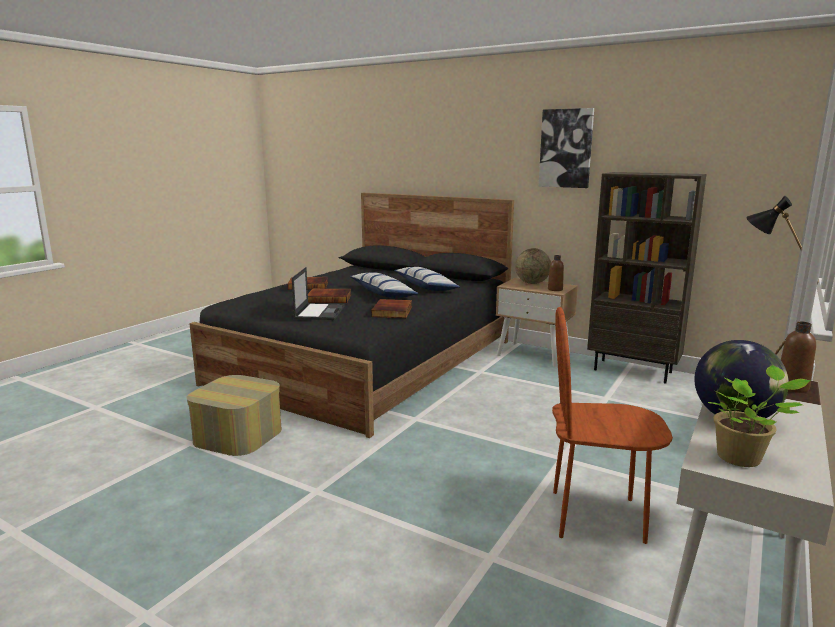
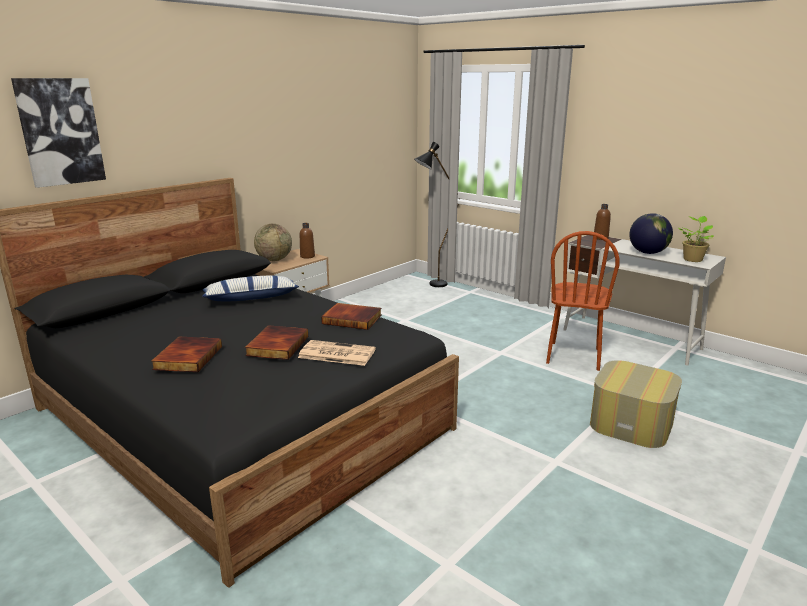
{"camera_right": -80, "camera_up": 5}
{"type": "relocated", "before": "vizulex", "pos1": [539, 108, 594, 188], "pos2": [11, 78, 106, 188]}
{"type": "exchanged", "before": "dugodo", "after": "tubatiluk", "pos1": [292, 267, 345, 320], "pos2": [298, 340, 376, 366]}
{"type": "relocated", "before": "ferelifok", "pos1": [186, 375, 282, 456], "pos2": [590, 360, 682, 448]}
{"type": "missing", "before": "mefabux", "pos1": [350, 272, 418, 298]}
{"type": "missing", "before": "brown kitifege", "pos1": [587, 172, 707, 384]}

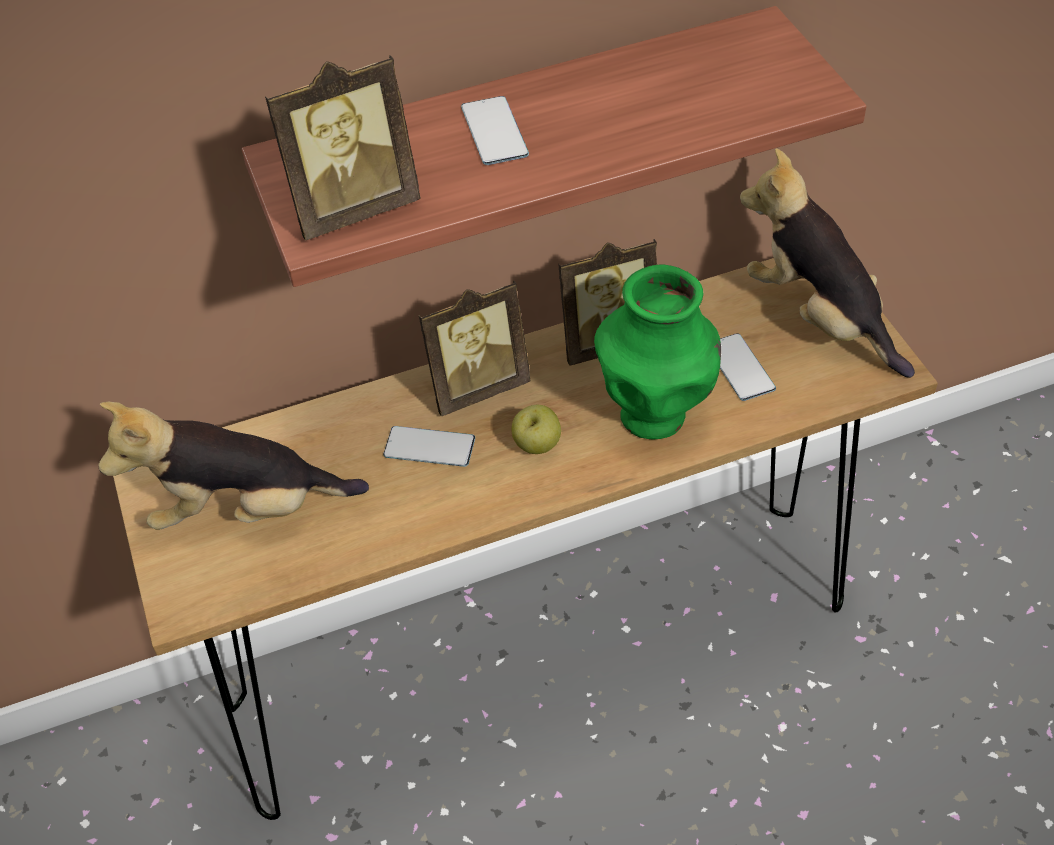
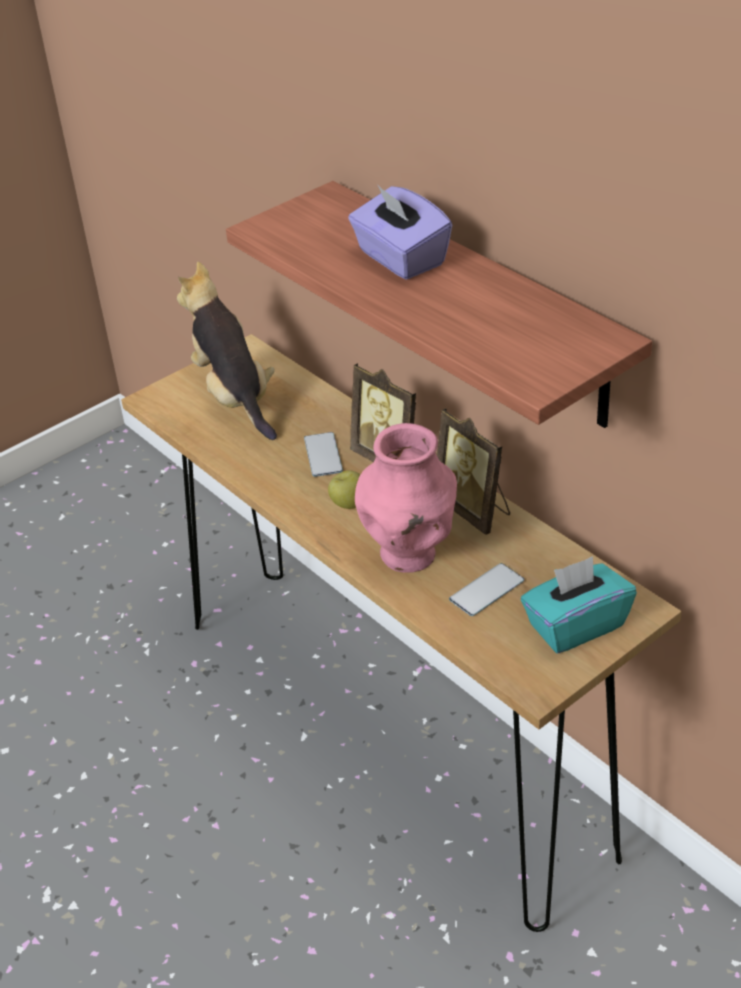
{"camera_right": 70, "camera_up": -10}
{"type": "exchanged", "before": "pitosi", "after": "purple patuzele", "pos1": [461, 96, 529, 165], "pos2": [348, 186, 452, 280]}
{"type": "colour", "before": "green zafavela", "after": "pink zafavela", "pos1": [594, 264, 721, 439], "pos2": [355, 423, 457, 573]}
{"type": "exchanged", "before": "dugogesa", "after": "turquoise patuzele", "pos1": [740, 148, 915, 378], "pos2": [521, 556, 637, 653]}
{"type": "missing", "before": "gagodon", "pos1": [265, 56, 421, 241]}

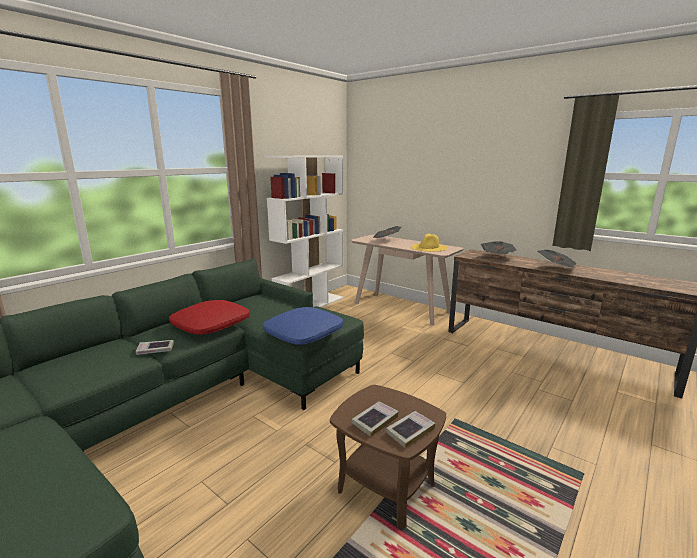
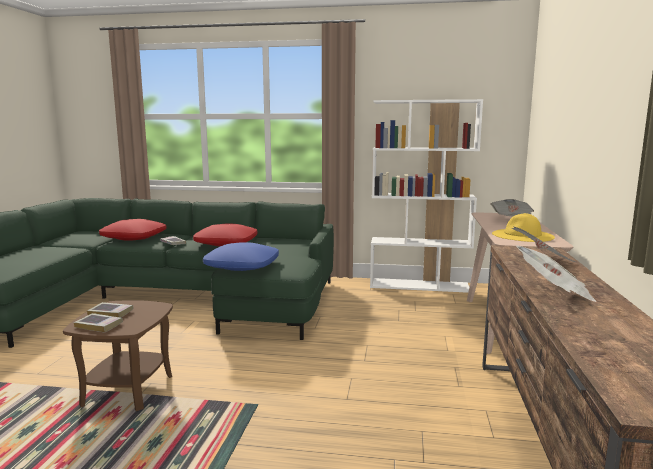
{"camera_right": 60, "camera_up": -5}
{"type": "appeared", "after": "red mefabux", "pos2": [99, 219, 167, 241]}

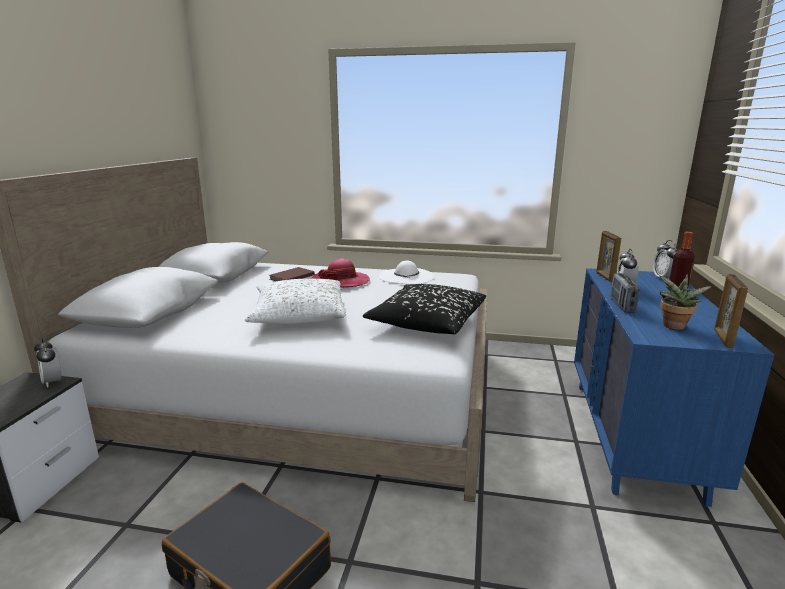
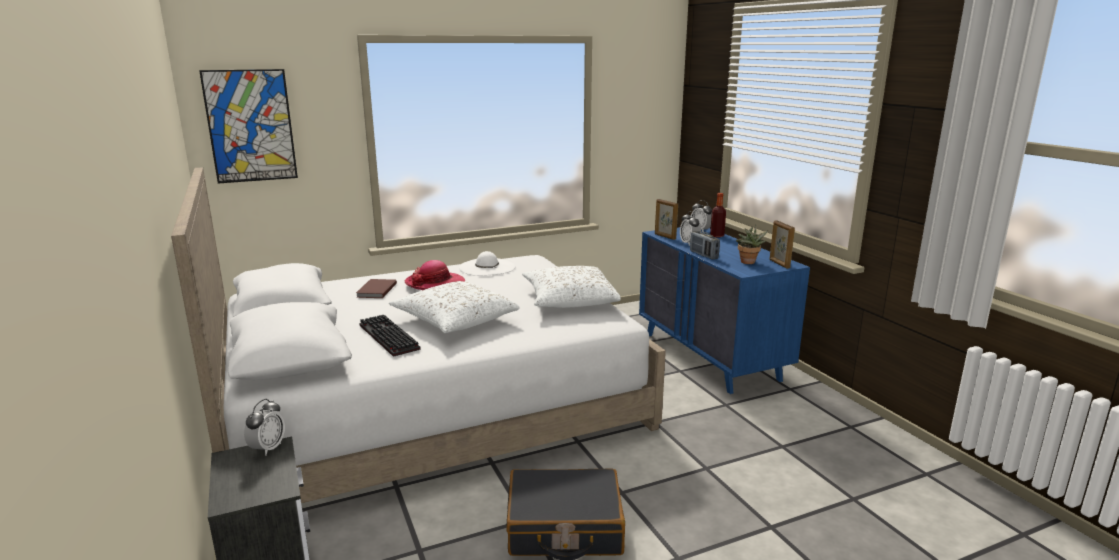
{"camera_right": -35, "camera_up": 0}
{"type": "appeared", "after": "vizulex", "pos2": [199, 69, 298, 184]}
{"type": "spun", "before": "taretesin", "pos1": [34, 338, 61, 388], "pos2": [244, 399, 285, 456], "turn": -90}
{"type": "appeared", "after": "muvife", "pos2": [359, 315, 421, 357]}
{"type": "colour", "before": "black mefabux", "after": "white mefabux", "pos1": [363, 284, 486, 334], "pos2": [522, 266, 621, 308]}

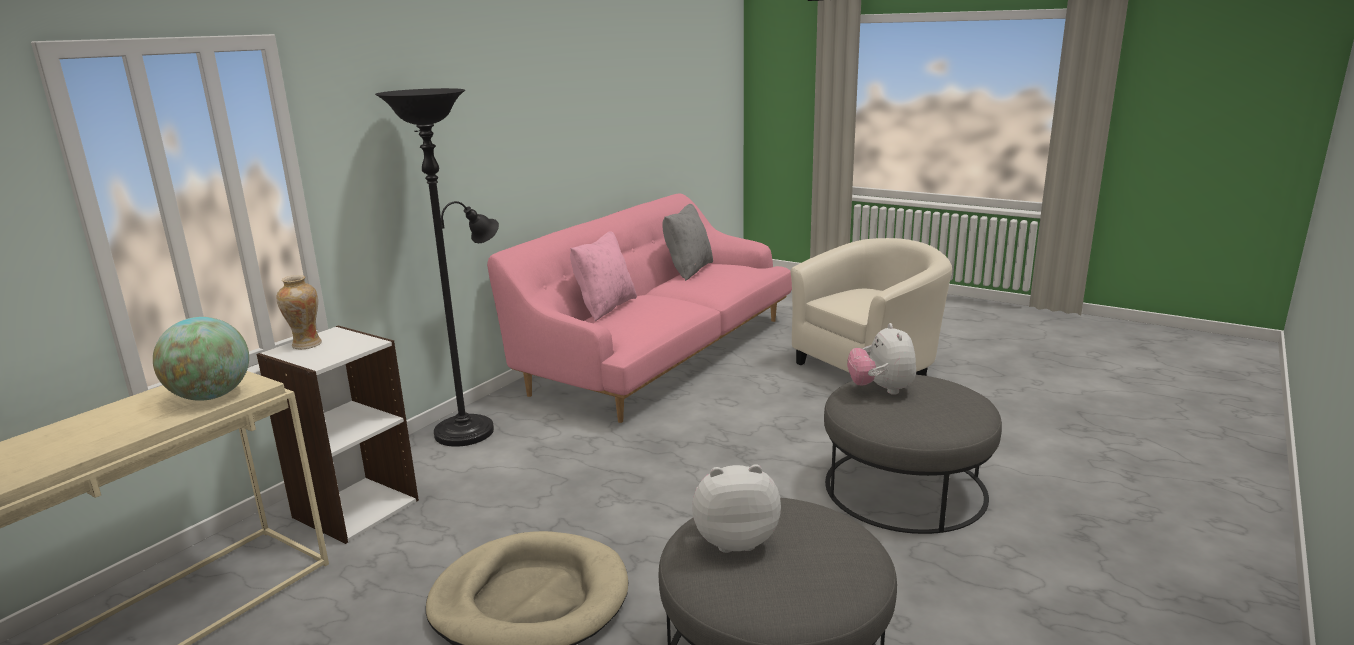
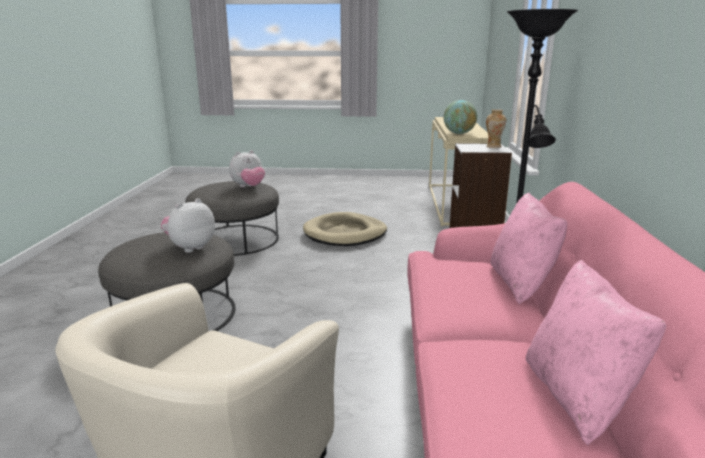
{"camera_right": 150, "camera_up": 0}
{"type": "spun", "before": "dugogesa", "pos1": [847, 323, 916, 395], "pos2": [161, 198, 215, 253], "turn": -105}
{"type": "colour", "before": "grey mefabux", "after": "pink mefabux", "pos1": [662, 204, 713, 281], "pos2": [526, 260, 666, 445]}

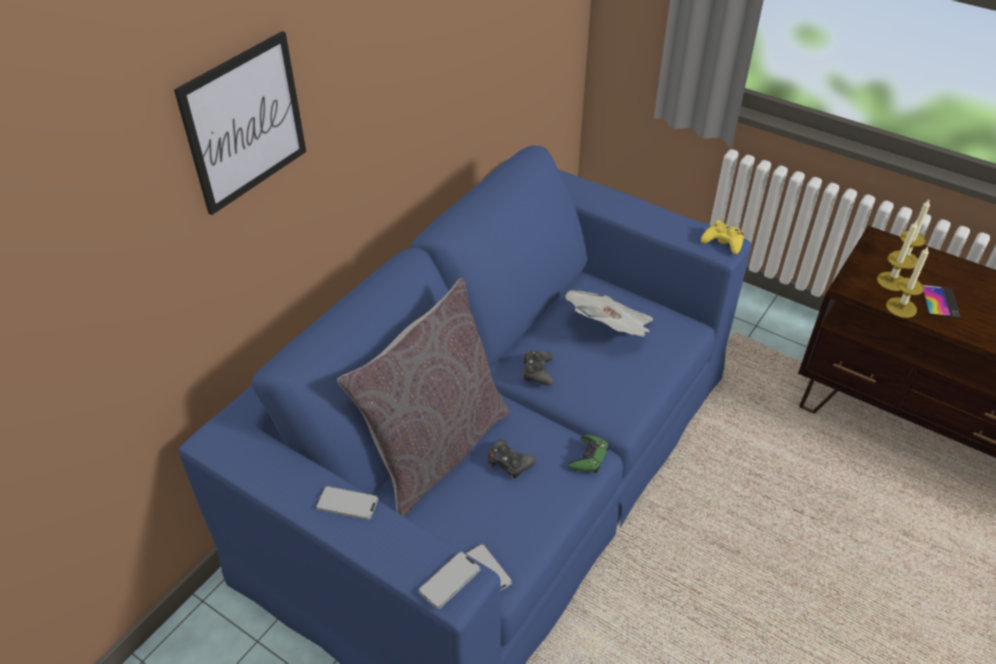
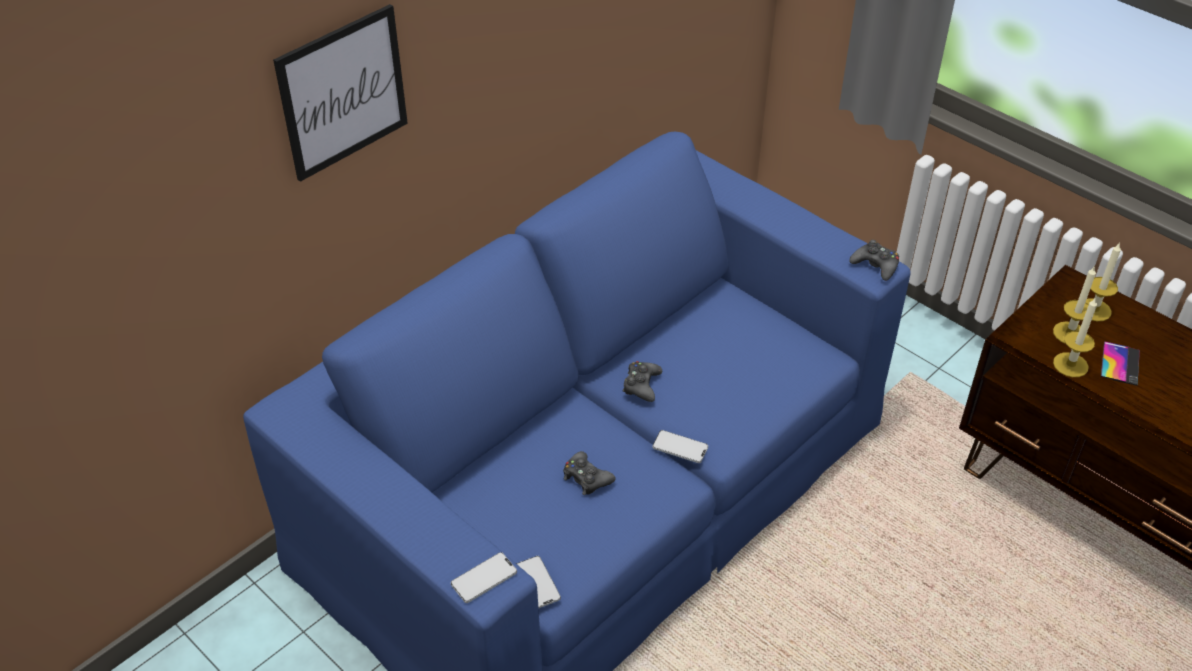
{"camera_right": 10, "camera_up": 0}
{"type": "relocated", "before": "pitosi", "pos1": [316, 486, 378, 520], "pos2": [652, 430, 708, 463]}
{"type": "colour", "before": "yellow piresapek", "after": "black piresapek", "pos1": [701, 220, 744, 254], "pos2": [849, 240, 899, 281]}
{"type": "missing", "before": "grey mefabux", "pos1": [337, 278, 510, 517]}
{"type": "missing", "before": "tubatiluk", "pos1": [565, 290, 653, 337]}
{"type": "missing", "before": "green piresapek", "pos1": [569, 435, 609, 473]}

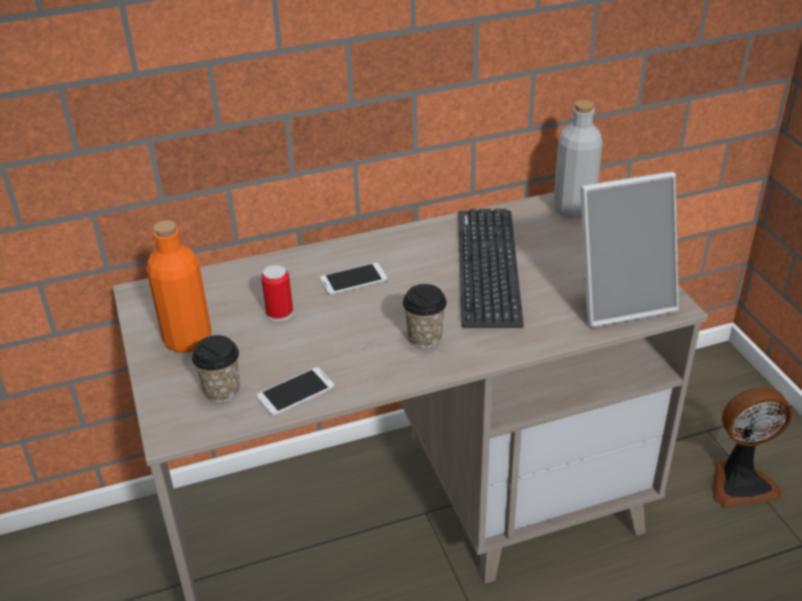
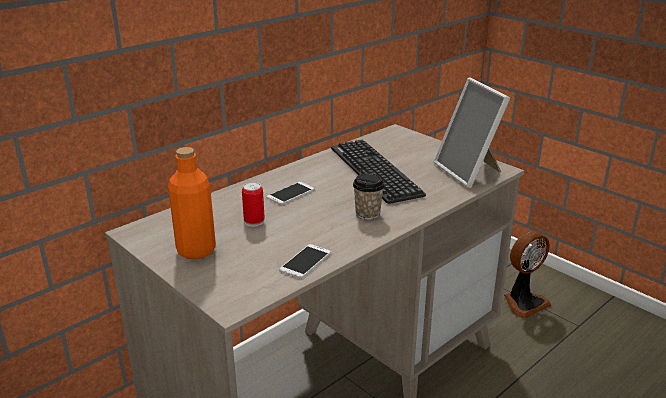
{"camera_right": -25, "camera_up": -10}
{"type": "spun", "before": "gagodon", "pos1": [580, 172, 679, 327], "pos2": [434, 78, 510, 188], "turn": 105}
{"type": "missing", "before": "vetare", "pos1": [192, 335, 240, 403]}
{"type": "missing", "before": "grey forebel", "pos1": [553, 100, 603, 218]}

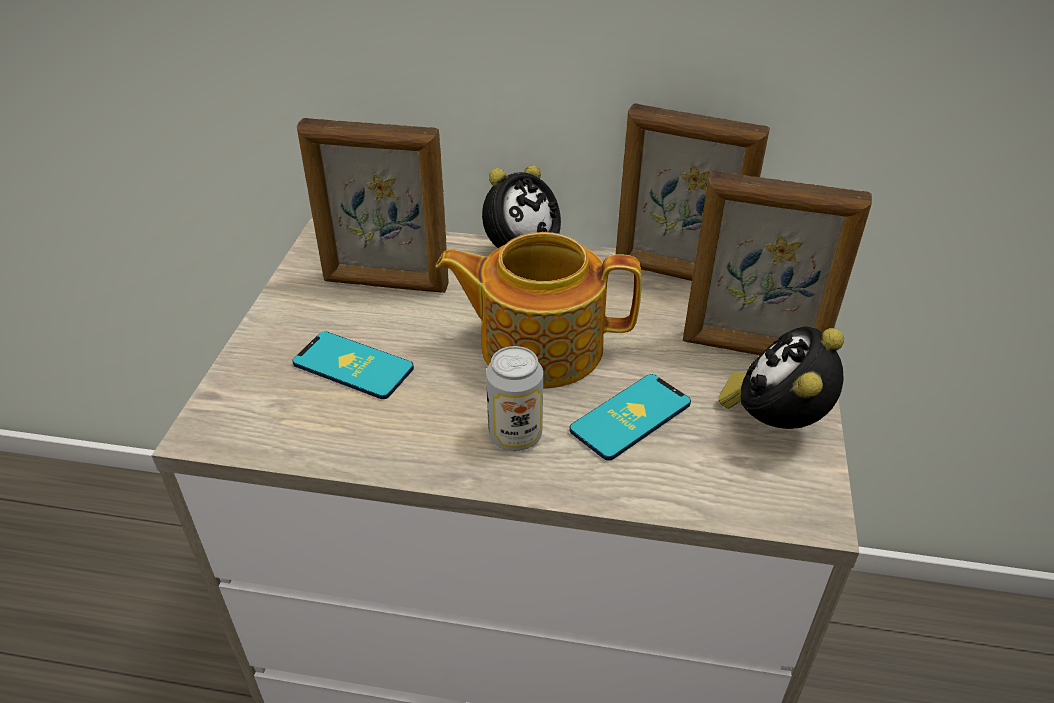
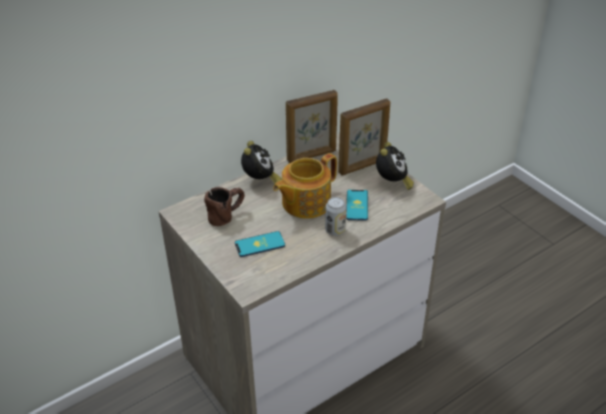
{"camera_right": -45, "camera_up": 0}
{"type": "exchanged", "before": "gagodon", "after": "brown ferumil", "pos1": [297, 118, 449, 293], "pos2": [204, 187, 245, 226]}
{"type": "spun", "before": "taretesin", "pos1": [718, 327, 844, 429], "pos2": [376, 142, 414, 190], "turn": -150}

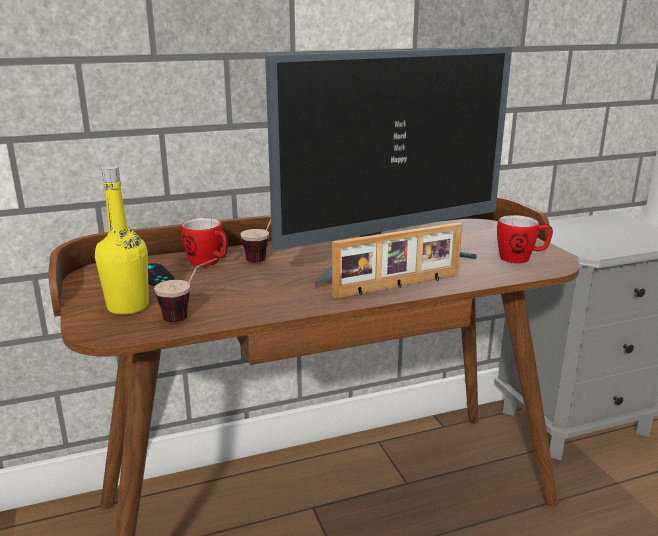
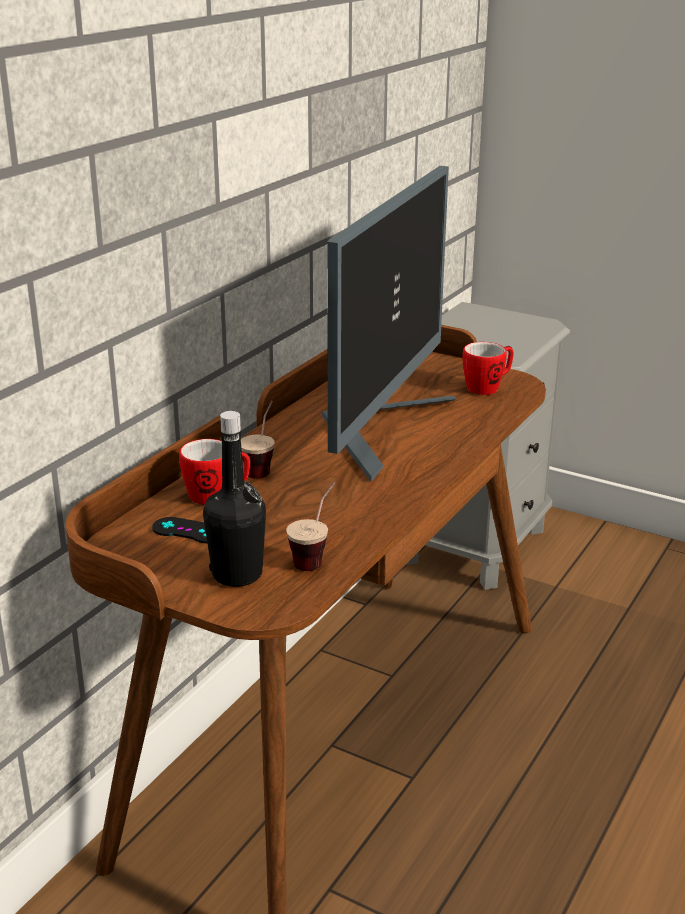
{"camera_right": -40, "camera_up": 5}
{"type": "colour", "before": "yellow forebel", "after": "black forebel", "pos1": [95, 166, 149, 315], "pos2": [203, 411, 266, 587]}
{"type": "missing", "before": "gagodon", "pos1": [332, 222, 462, 299]}

